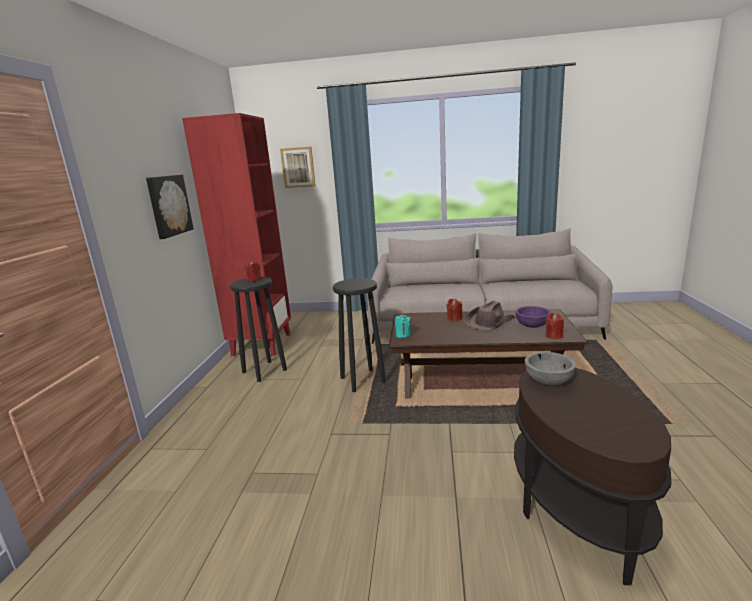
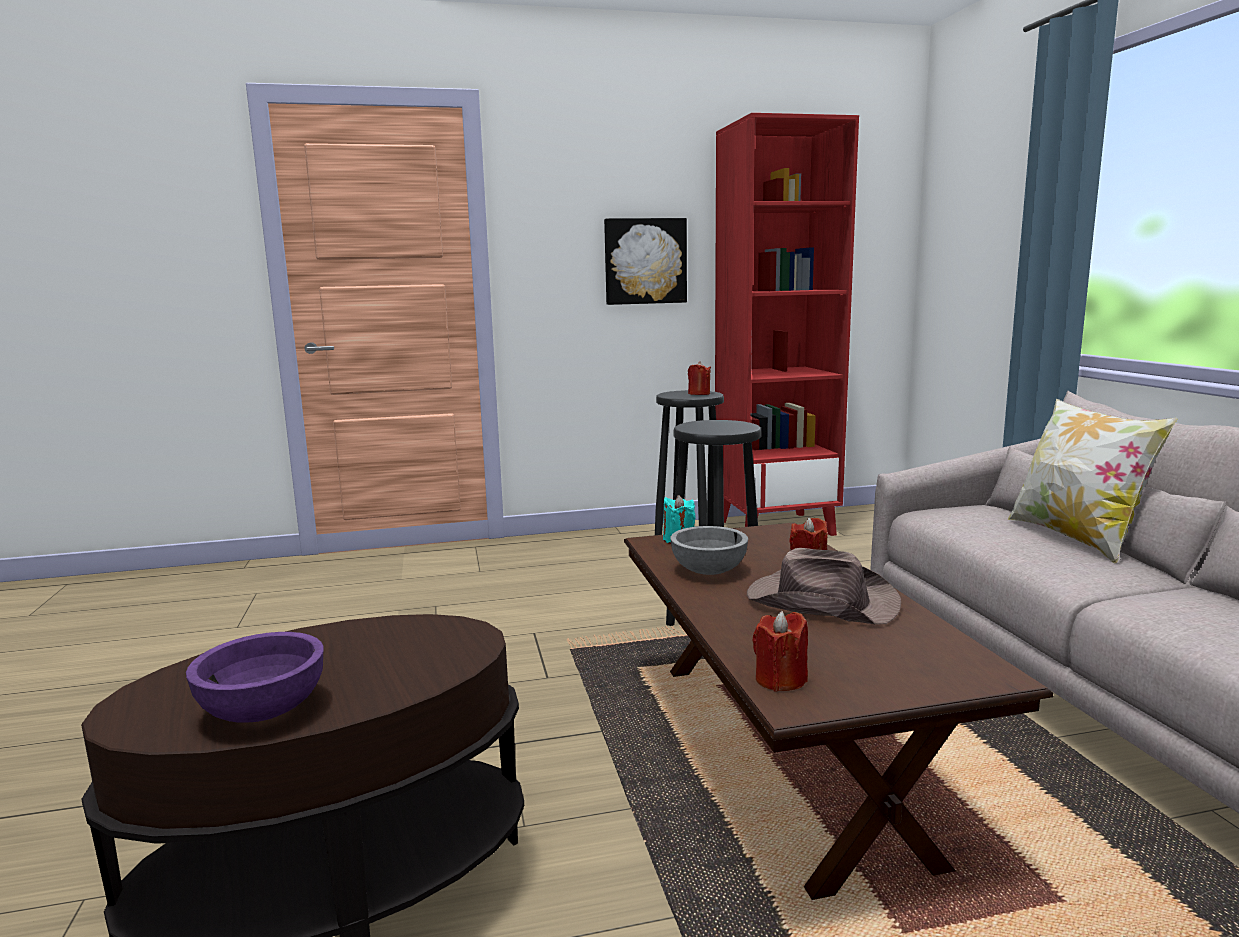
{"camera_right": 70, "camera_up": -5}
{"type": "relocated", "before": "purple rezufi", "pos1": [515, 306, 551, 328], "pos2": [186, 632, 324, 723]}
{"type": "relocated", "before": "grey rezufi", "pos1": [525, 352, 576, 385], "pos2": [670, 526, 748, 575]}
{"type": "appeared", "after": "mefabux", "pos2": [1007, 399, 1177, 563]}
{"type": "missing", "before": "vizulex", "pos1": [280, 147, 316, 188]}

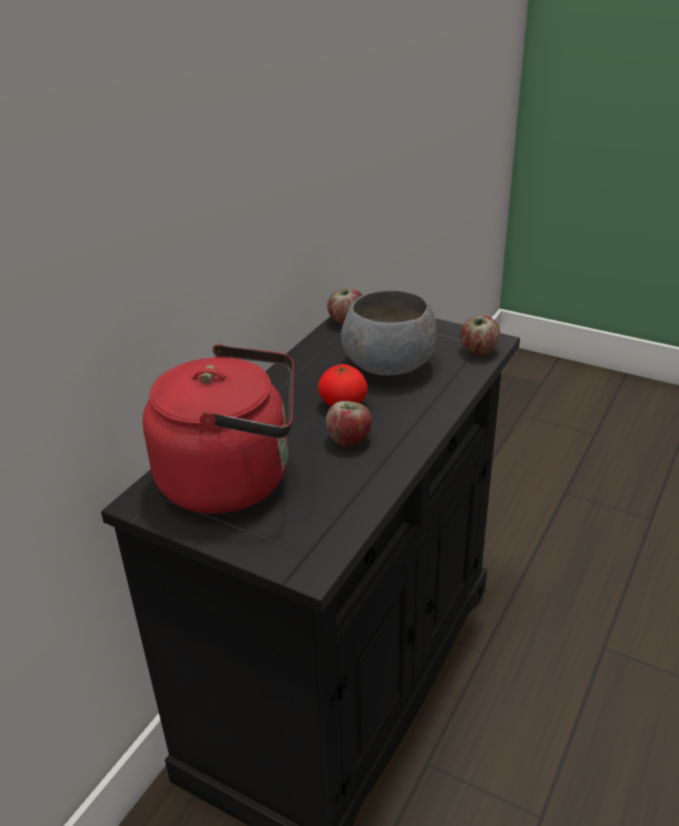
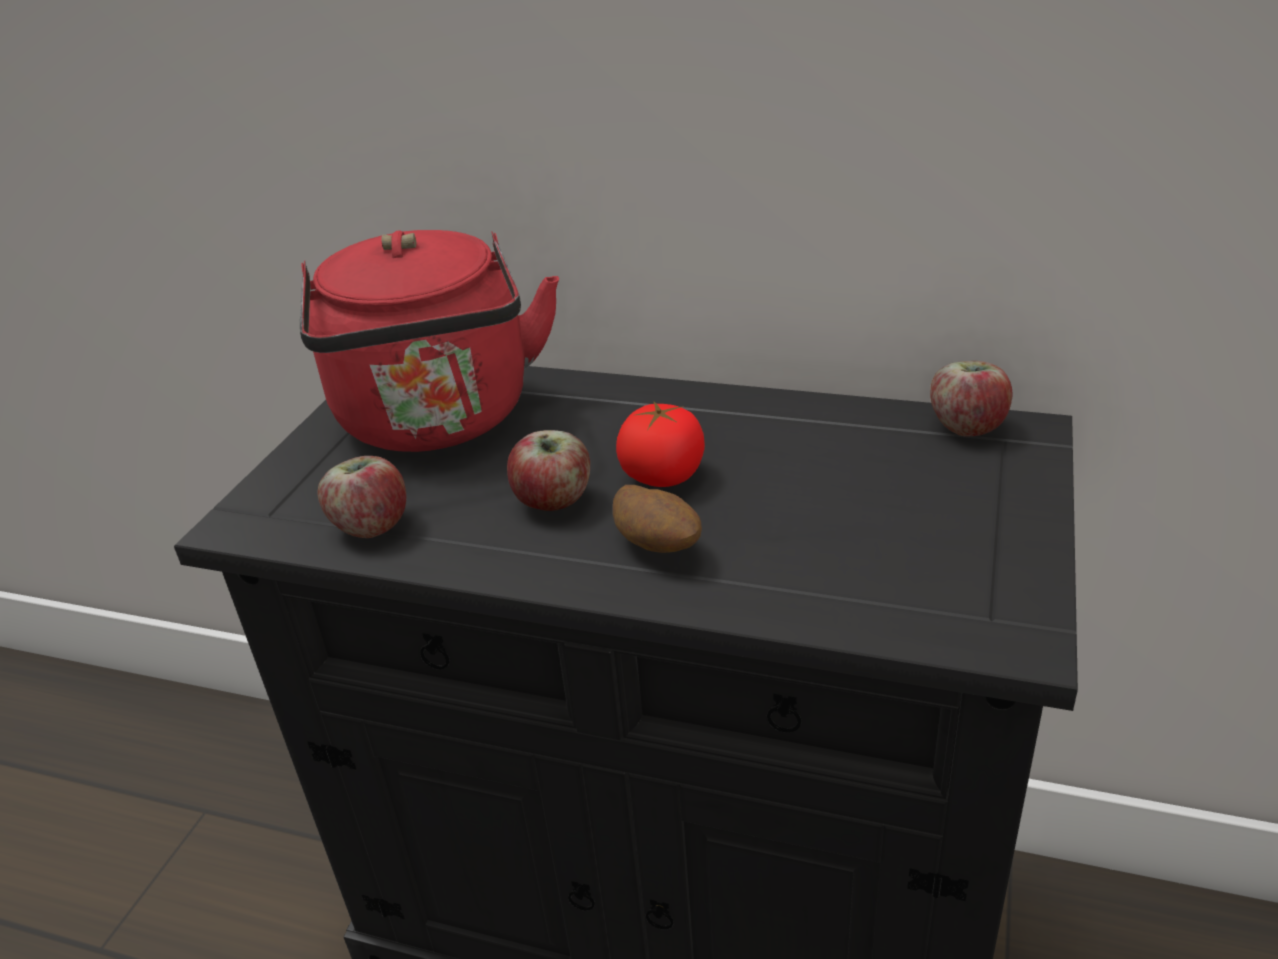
{"camera_right": 80, "camera_up": 0}
{"type": "relocated", "before": "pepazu", "pos1": [460, 315, 500, 355], "pos2": [318, 456, 406, 538]}
{"type": "appeared", "after": "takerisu", "pos2": [613, 485, 702, 553]}
{"type": "missing", "before": "grey rezufi", "pos1": [341, 290, 437, 376]}

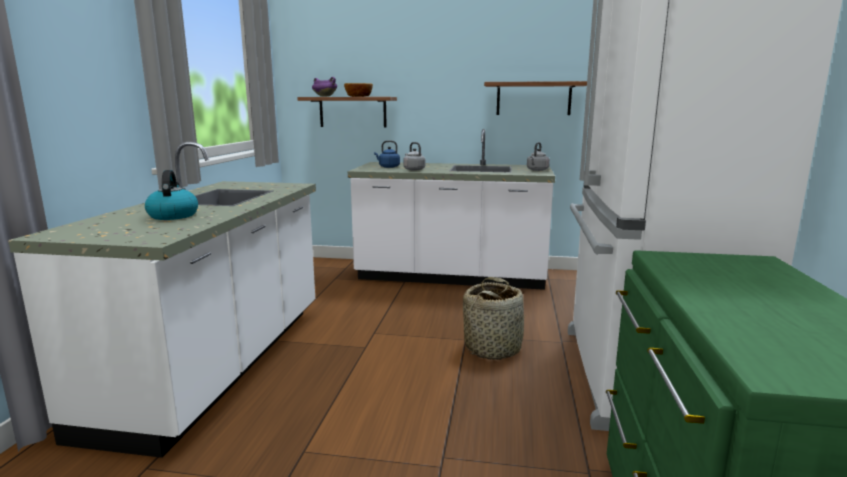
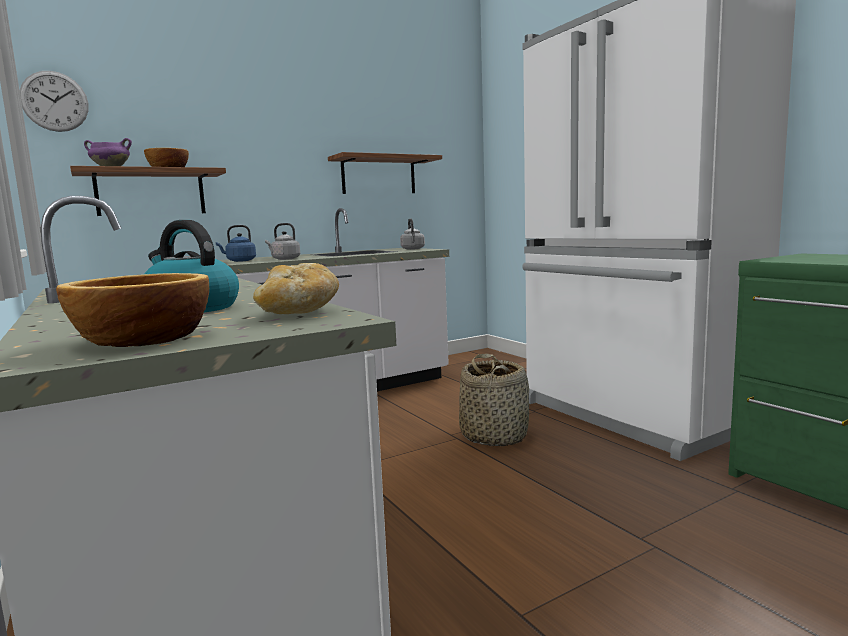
{"camera_right": -40, "camera_up": -5}
{"type": "appeared", "after": "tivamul", "pos2": [20, 71, 89, 132]}
{"type": "appeared", "after": "rezufi", "pos2": [56, 273, 209, 347]}
{"type": "appeared", "after": "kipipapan", "pos2": [253, 263, 339, 314]}

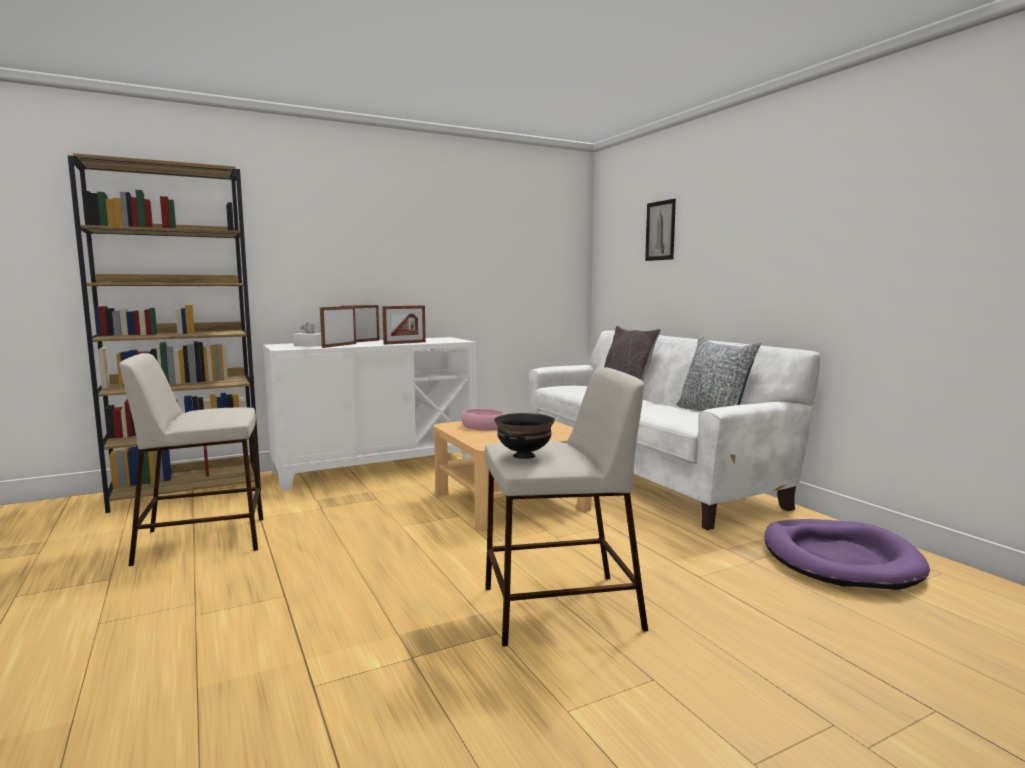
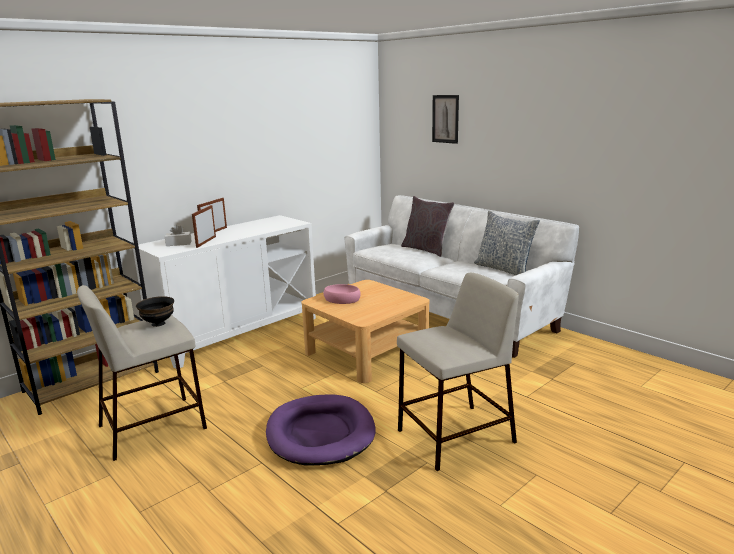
{"camera_right": -15, "camera_up": 10}
{"type": "relocated", "before": "black rezufi", "pos1": [494, 413, 555, 459], "pos2": [136, 296, 174, 327]}
{"type": "relocated", "before": "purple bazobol", "pos1": [764, 519, 930, 590], "pos2": [266, 394, 376, 466]}
{"type": "missing", "before": "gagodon", "pos1": [382, 305, 426, 345]}

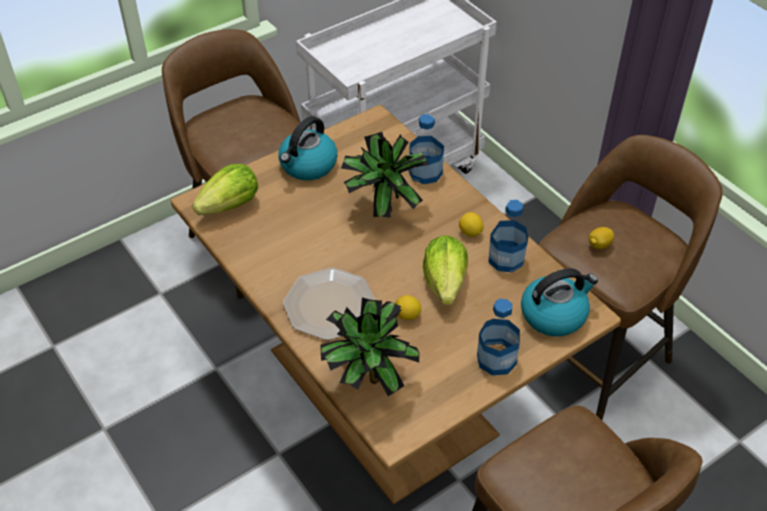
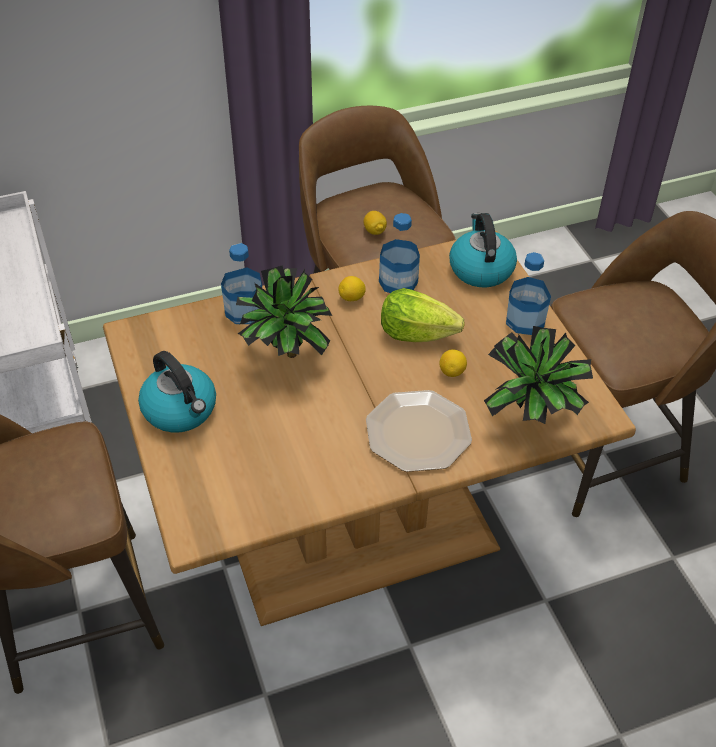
{"camera_right": -75, "camera_up": 0}
{"type": "missing", "before": "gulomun", "pos1": [192, 164, 258, 215]}

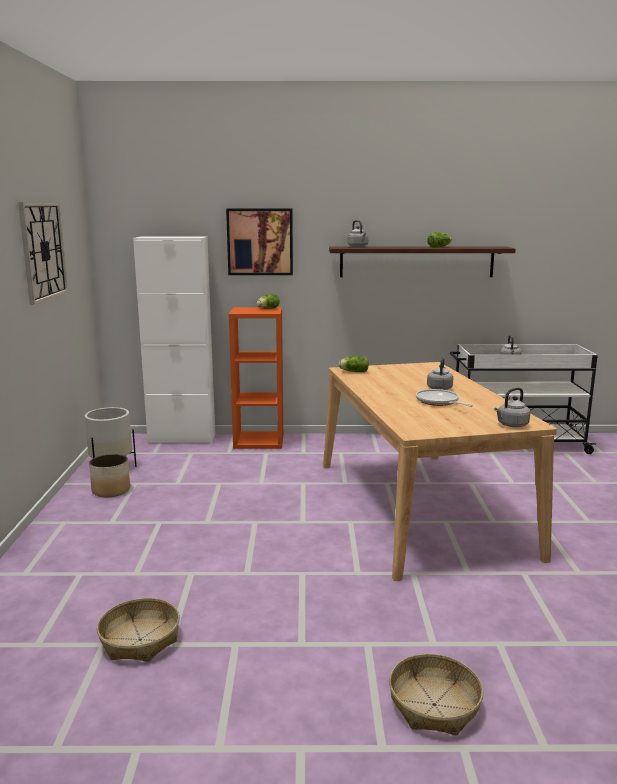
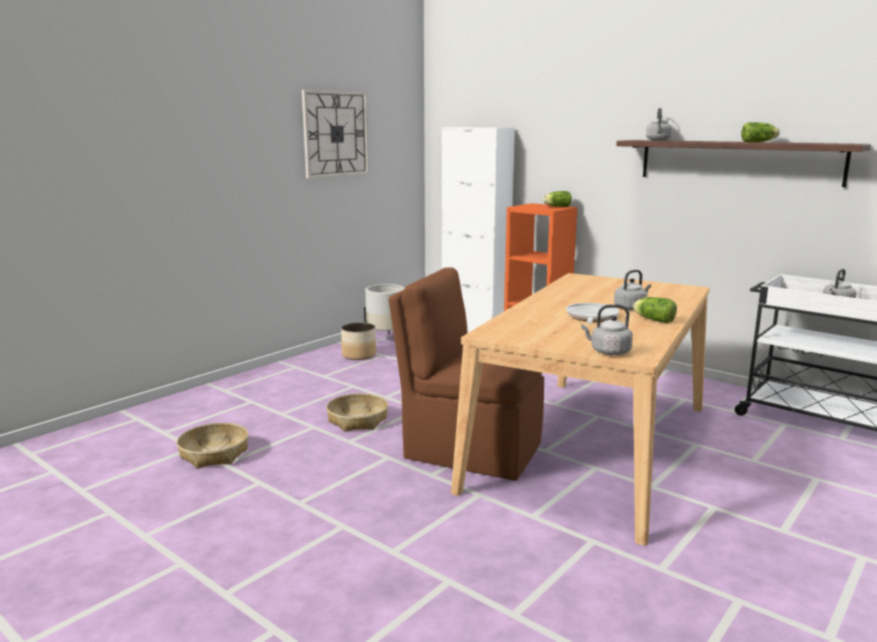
{"camera_right": 40, "camera_up": 0}
{"type": "relocated", "before": "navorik", "pos1": [389, 654, 483, 736], "pos2": [326, 393, 388, 432]}
{"type": "appeared", "after": "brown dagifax", "pos2": [388, 267, 544, 481]}
{"type": "relocated", "before": "gulomun", "pos1": [338, 356, 369, 372], "pos2": [633, 297, 677, 323]}
{"type": "missing", "before": "vizulex", "pos1": [226, 209, 293, 275]}

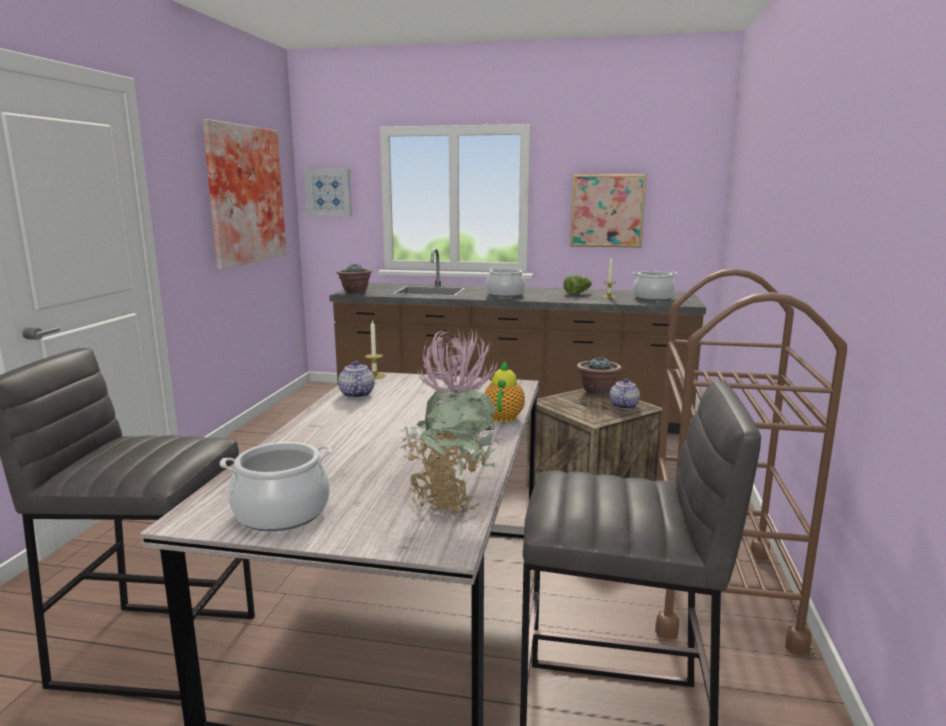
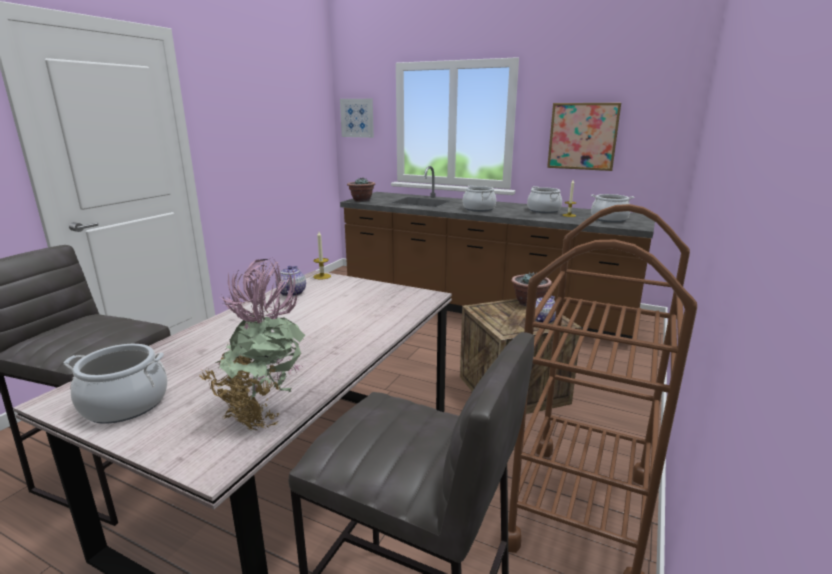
{"camera_right": 15, "camera_up": 5}
{"type": "exchanged", "before": "gulomun", "after": "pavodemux", "pos1": [563, 275, 592, 295], "pos2": [527, 186, 562, 213]}
{"type": "missing", "before": "vizulex", "pos1": [202, 119, 287, 269]}
{"type": "missing", "before": "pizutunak", "pos1": [484, 361, 525, 422]}

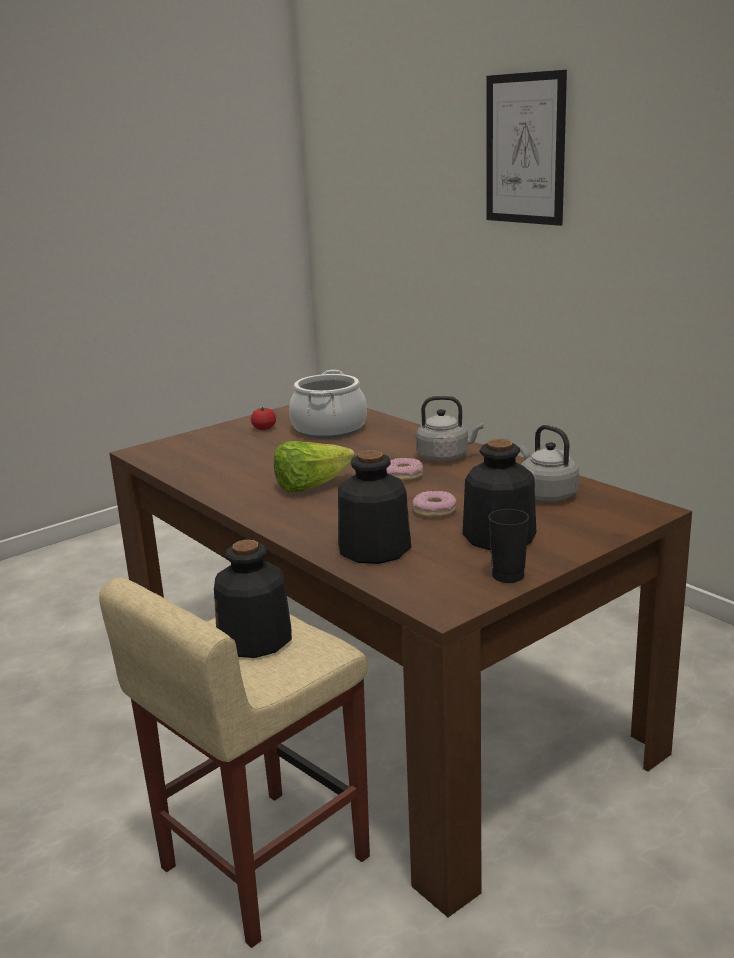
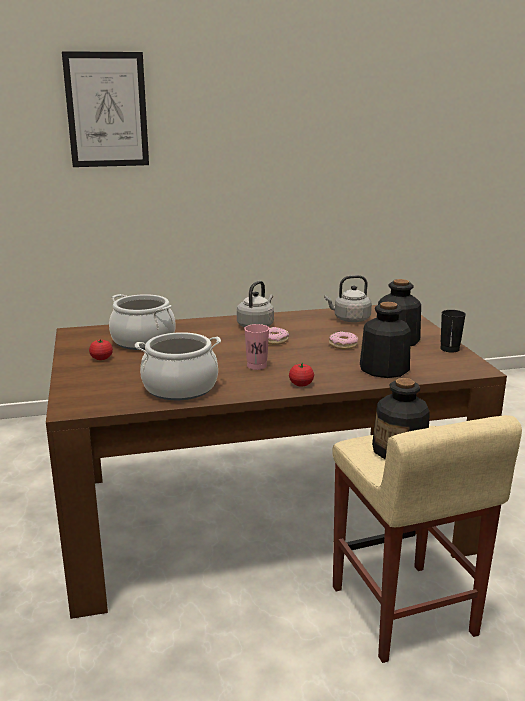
{"camera_right": -65, "camera_up": 0}
{"type": "appeared", "after": "pavodemux", "pos2": [135, 332, 221, 400]}
{"type": "exchanged", "before": "gulomun", "after": "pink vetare", "pos1": [274, 441, 355, 493], "pos2": [244, 324, 269, 370]}
{"type": "appeared", "after": "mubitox", "pos2": [289, 363, 314, 386]}

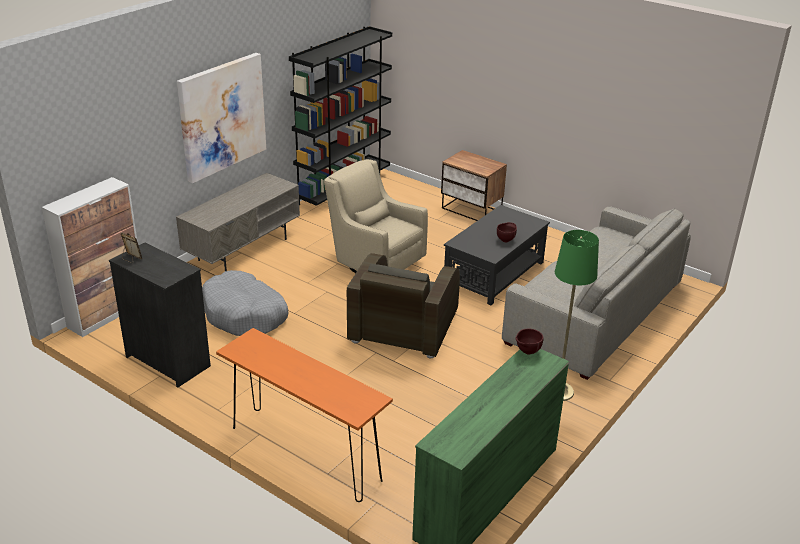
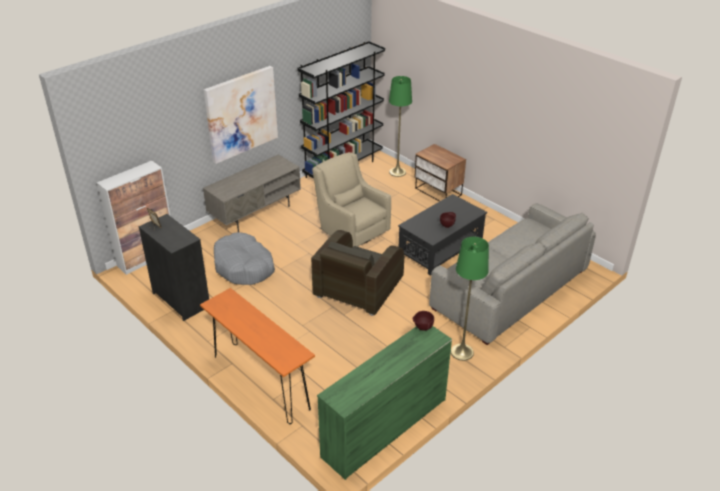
{"camera_right": 10, "camera_up": 5}
{"type": "appeared", "after": "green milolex", "pos2": [389, 76, 412, 177]}

